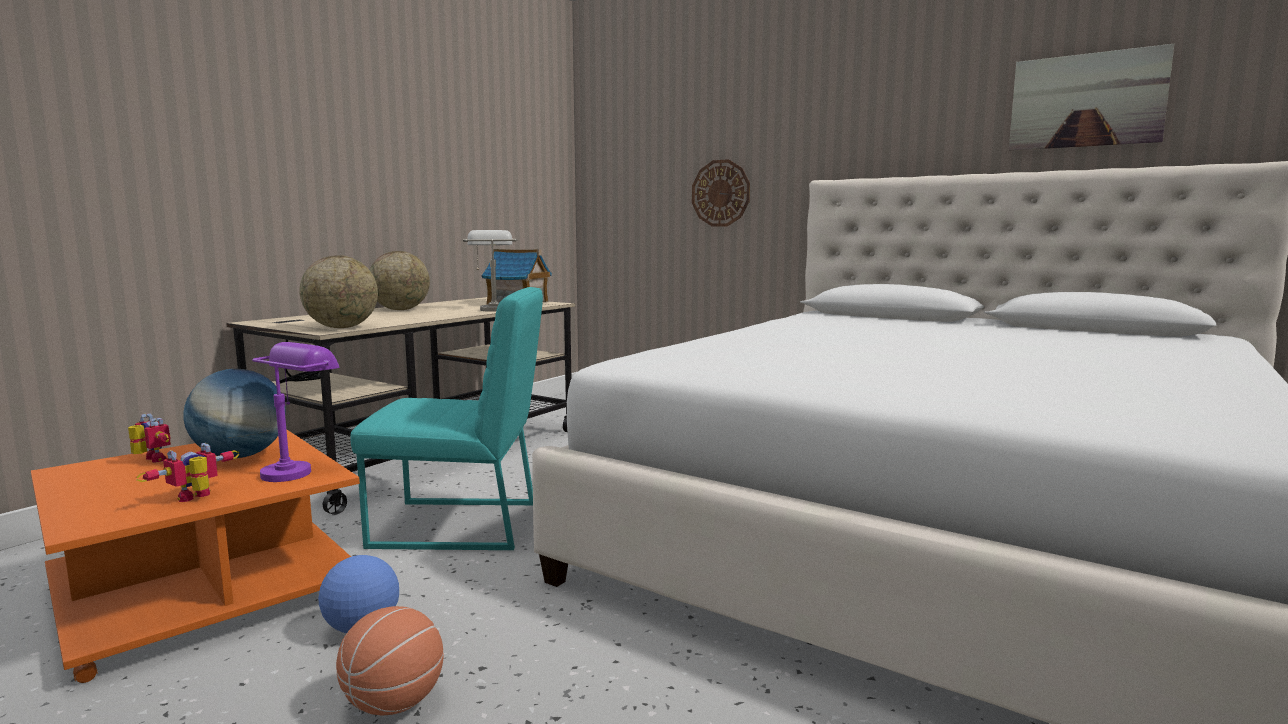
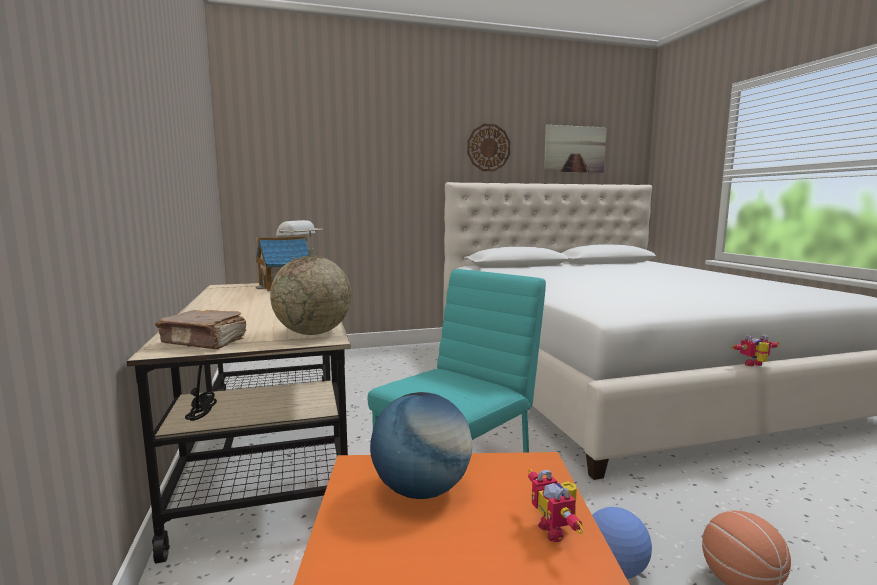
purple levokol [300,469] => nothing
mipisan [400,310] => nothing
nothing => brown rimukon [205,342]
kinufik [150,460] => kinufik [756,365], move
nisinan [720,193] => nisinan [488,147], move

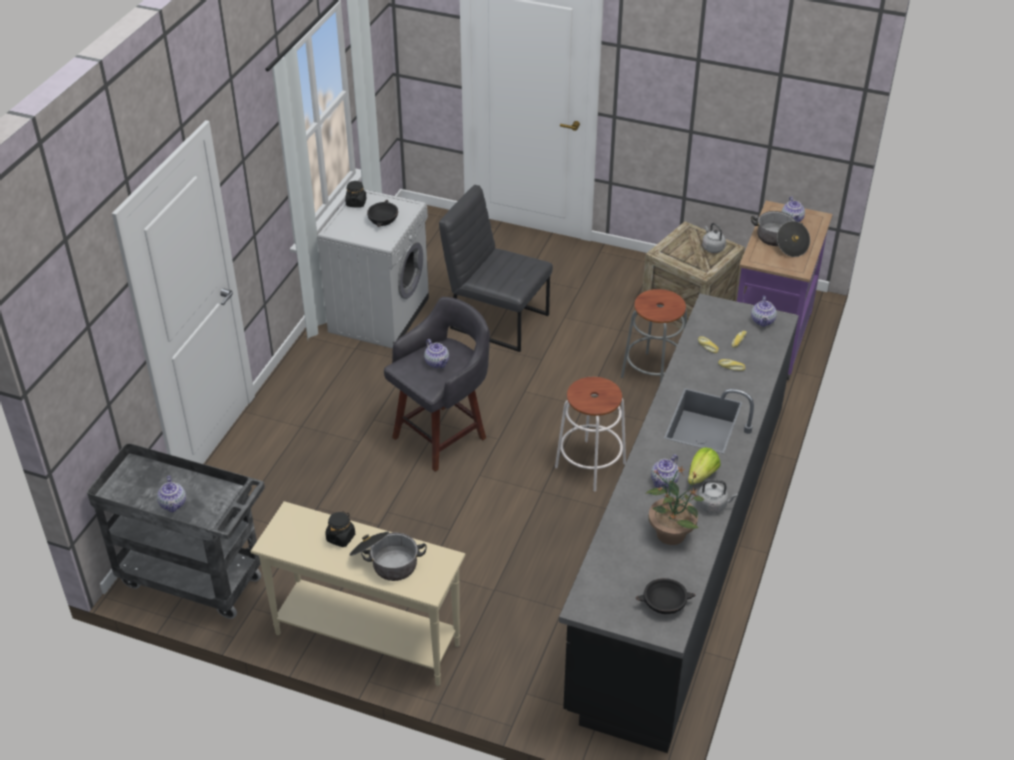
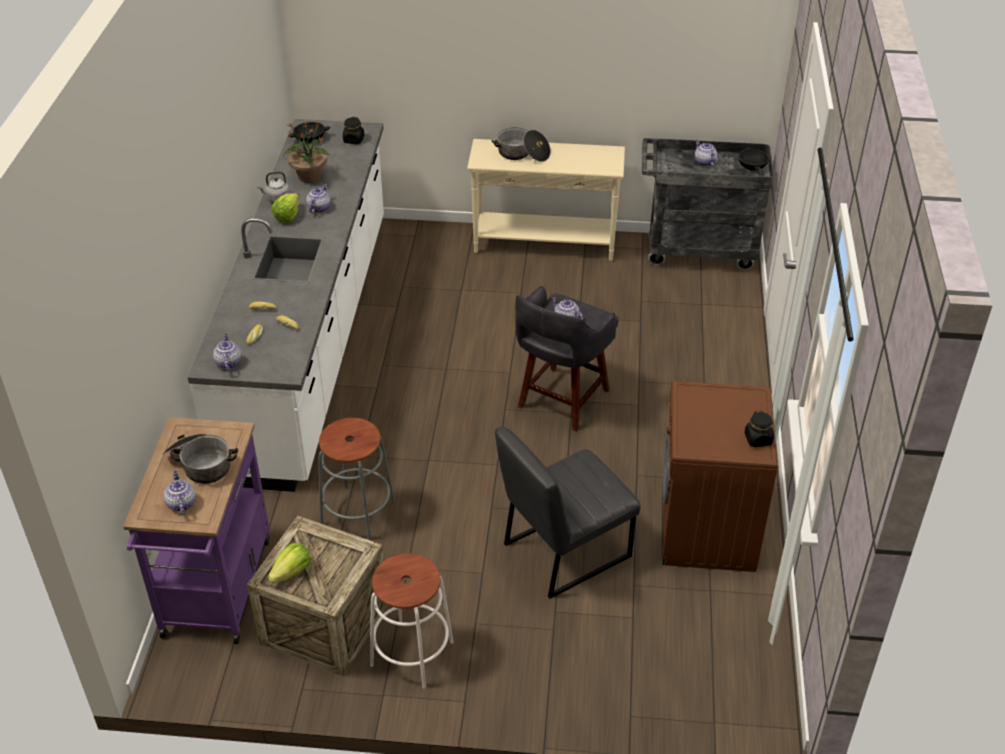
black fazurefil [341,537] => black fazurefil [354,140], move
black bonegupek [383,220] => black bonegupek [751,166], move
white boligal [590,465] => white boligal [412,653], move
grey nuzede [712,247] => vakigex [292,572]
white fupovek [381,316] => brown fupovek [704,528]
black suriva [679,553] => white suriva [311,341]
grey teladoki [497,320] => grey teladoki [563,551], 135 degrees clockwise

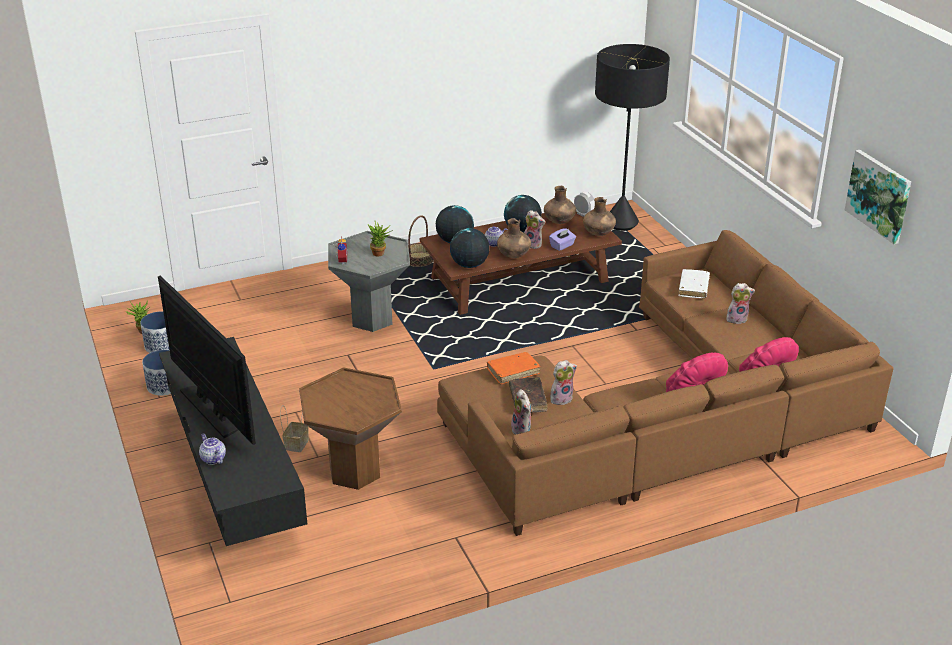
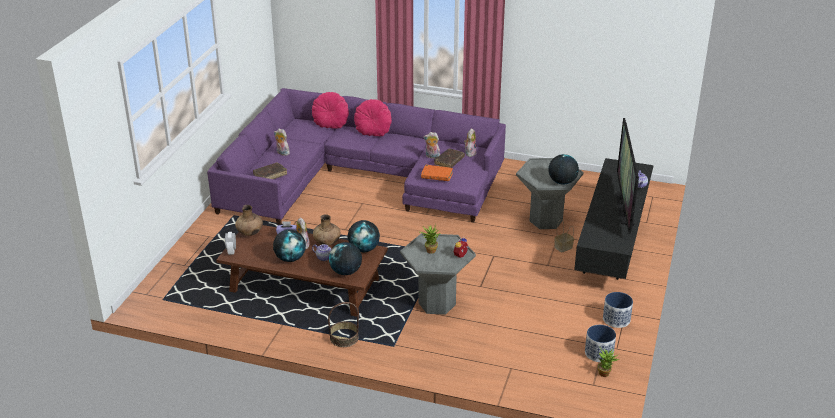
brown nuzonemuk [559,221] => nothing
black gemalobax [621,224] => nothing
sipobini [879,195] => nothing
nothing => mipisan [562,182]
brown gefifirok [355,472] => grey gefifirok [545,221]
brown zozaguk [669,416] => purple zozaguk [358,176]
white rimukon [693,288] => brown rimukon [270,175]

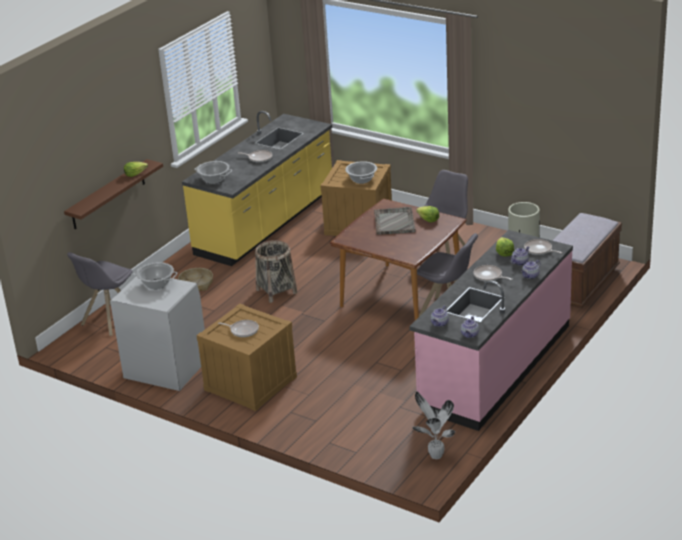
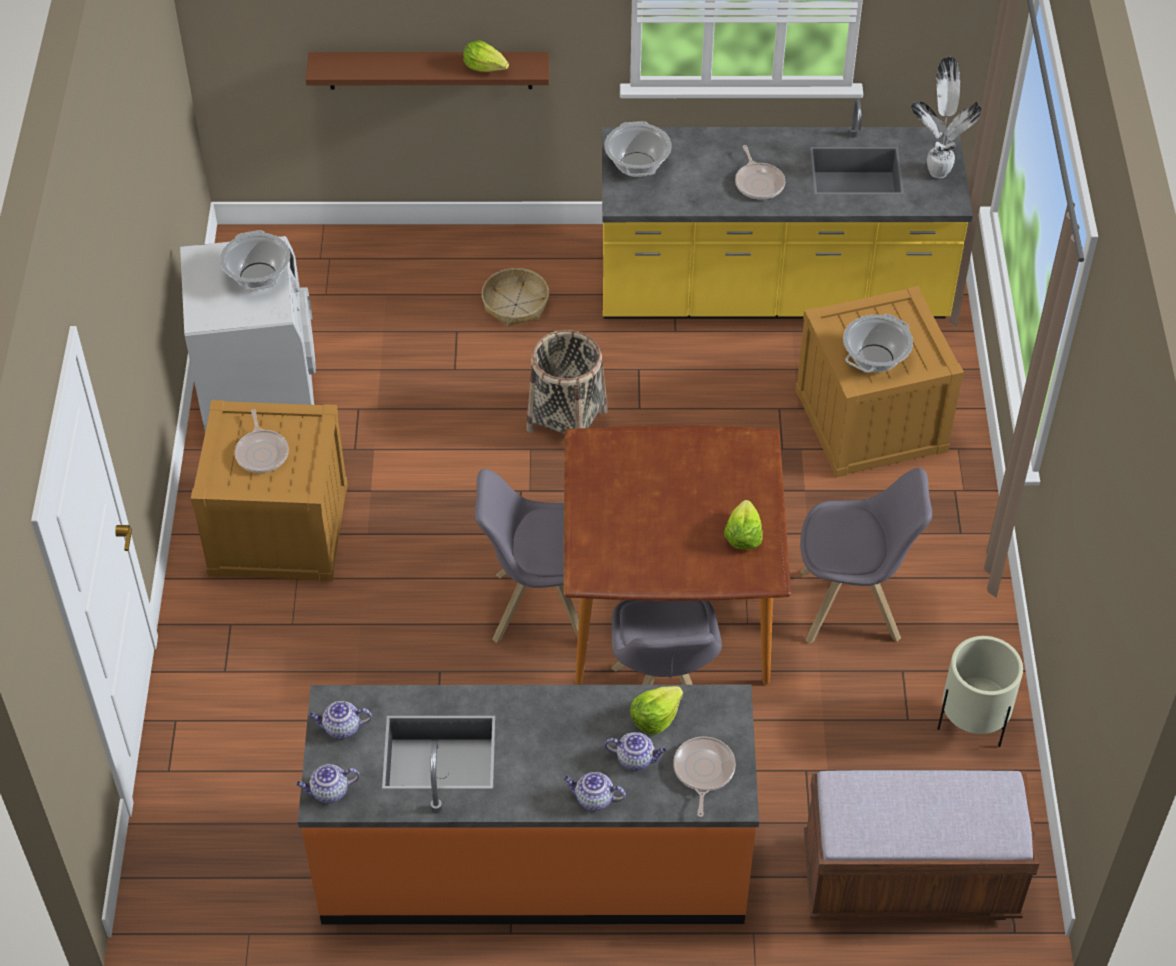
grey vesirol [394,222] => nothing
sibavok [489,276] => nothing
grey teladoki [110,320] => grey teladoki [540,607], move
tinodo [435,455] => tinodo [938,170], move
pink suriva [494,366] => orange suriva [533,858]

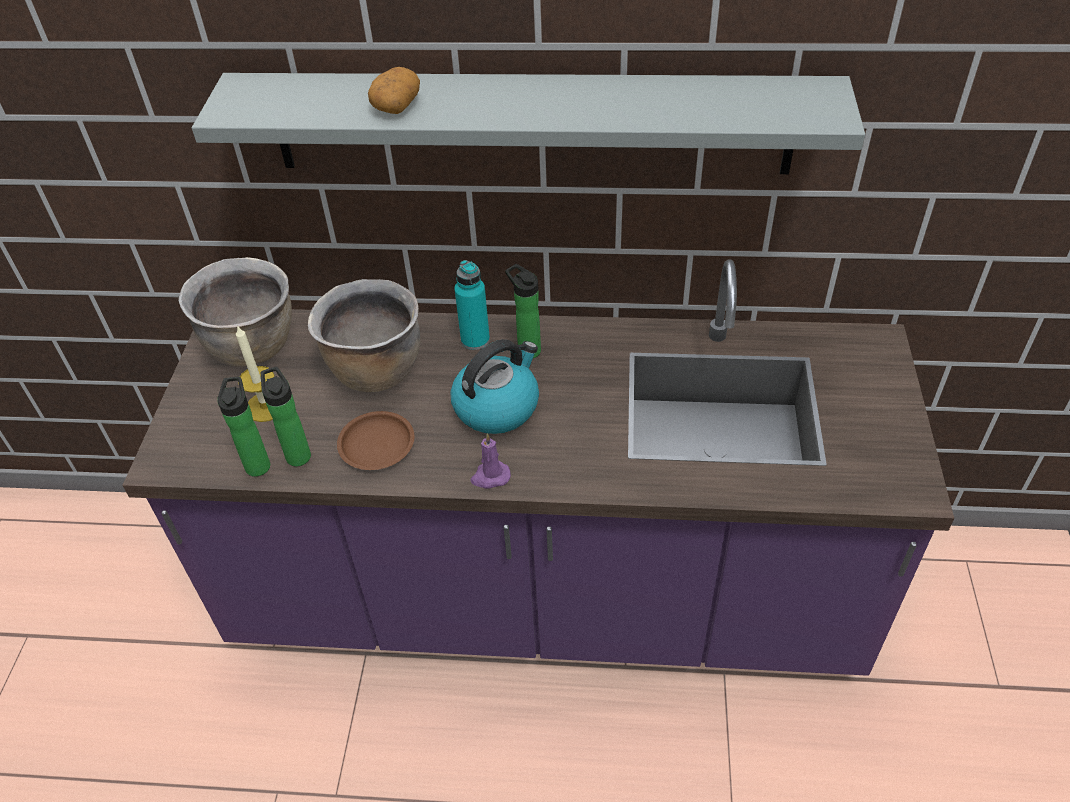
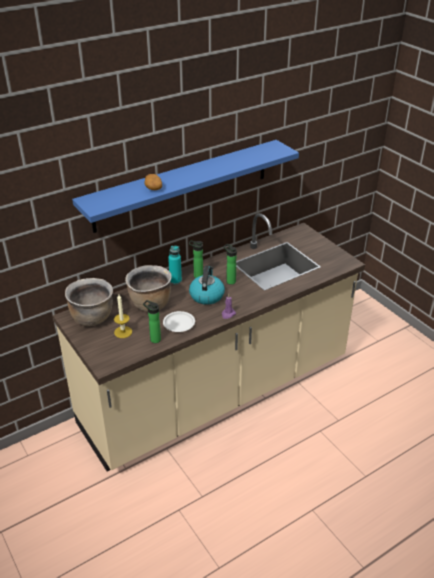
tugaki [258,463] => tugaki [230,281], move
purple suriva [545,598] => beige suriva [217,393]
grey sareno [530,123] => blue sareno [183,185]
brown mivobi [376,444] => white mivobi [178,324]

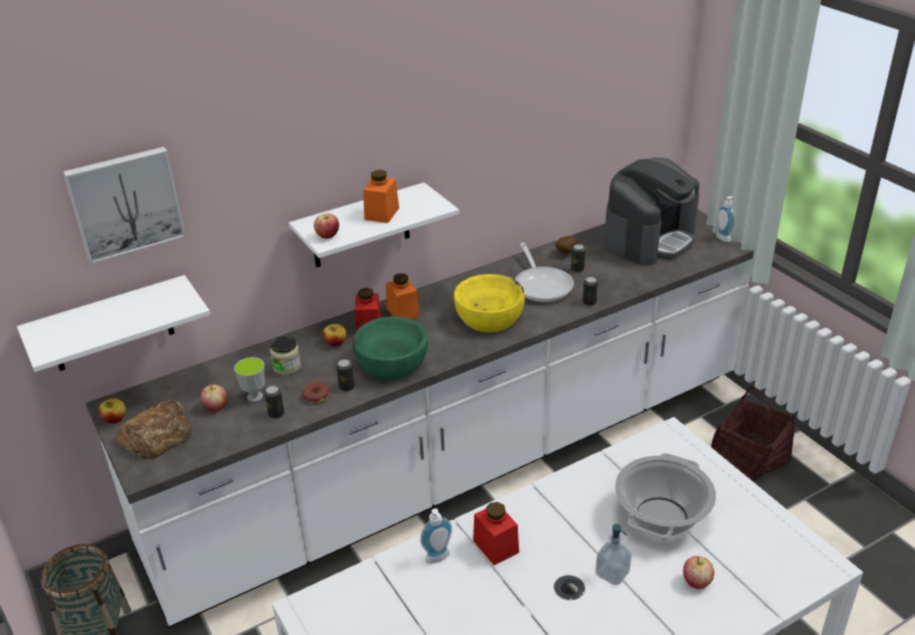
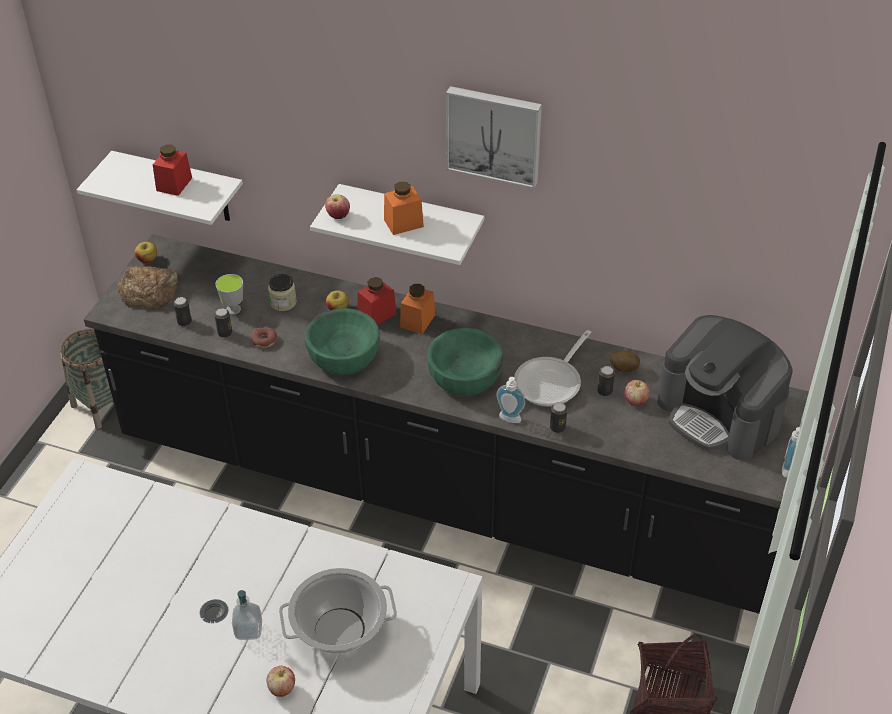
sipobini [125,203] => sipobini [494,135], move
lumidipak [216,407] => lumidipak [635,401], move
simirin [346,387] => simirin [184,322], move
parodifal [439,559] => parodifal [509,420], move
red fazurefil [496,546] => red fazurefil [174,184], move
white suriva [462,465] => black suriva [447,493]
yellow bonegupek [489,317] => green bonegupek [465,376]
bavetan [649,239] => bavetan [719,414], 45 degrees clockwise

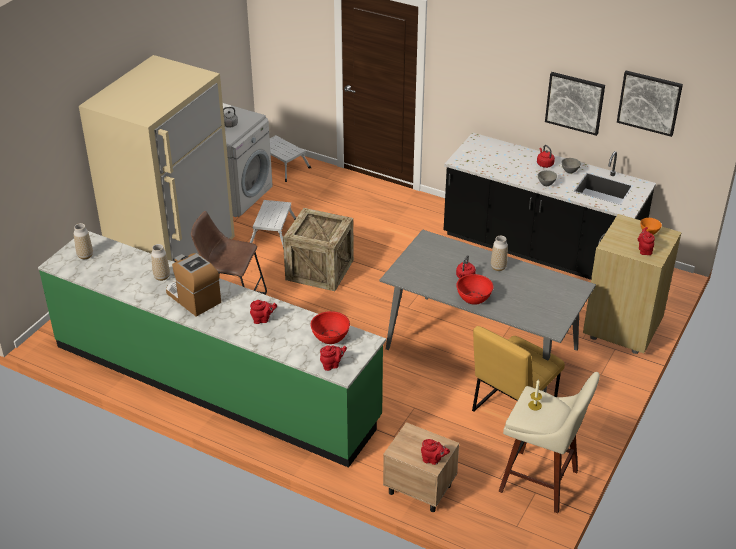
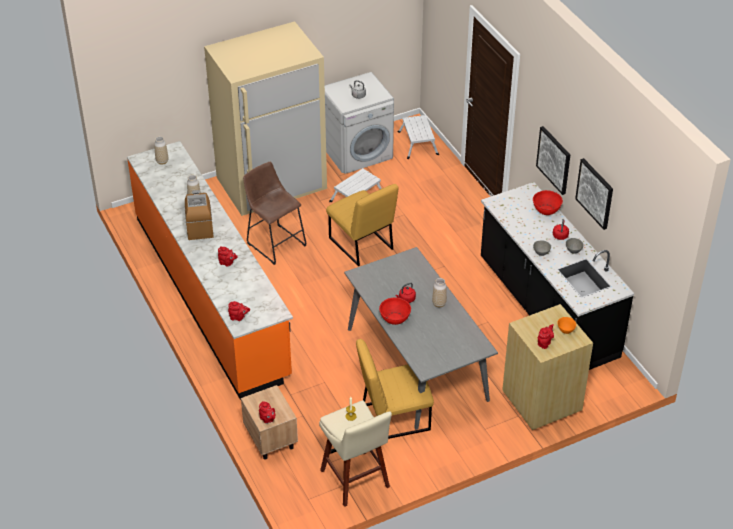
red bonegupek [330,337] => red bonegupek [546,210], move
sipobini [649,102] => sipobini [554,160], move
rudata [319,270] => yellow teladoki [361,244]
green suriva [214,382] => orange suriva [211,295]

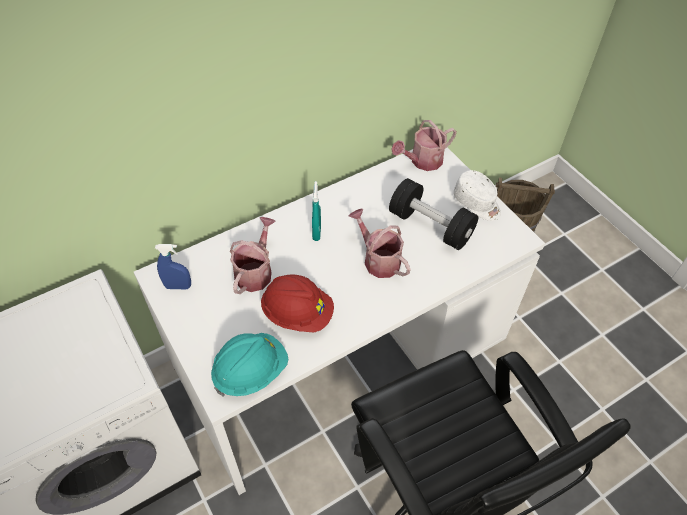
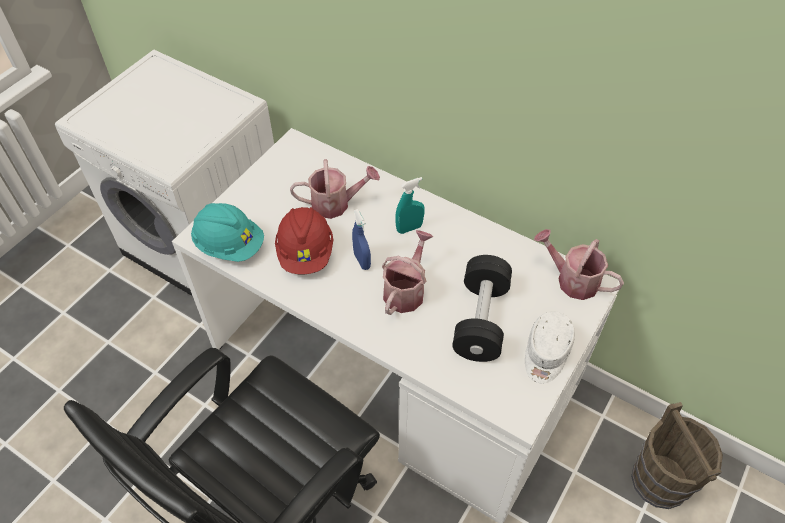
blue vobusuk [178,286] => blue vobusuk [362,261], move

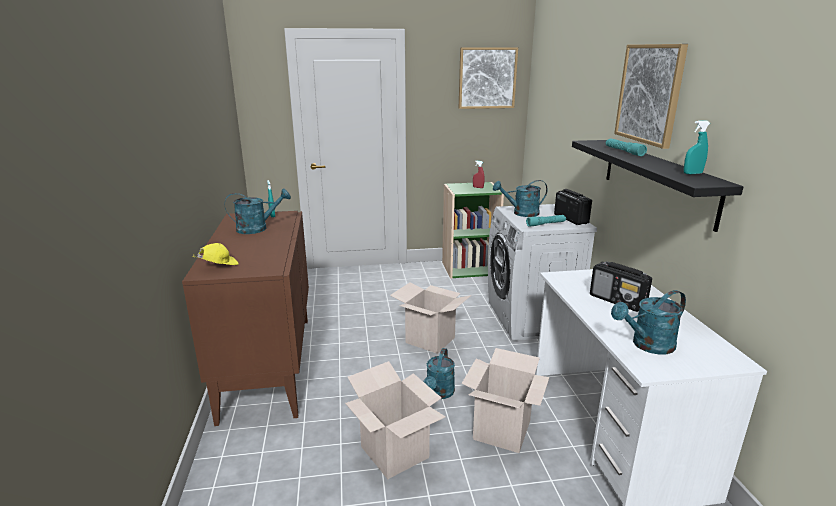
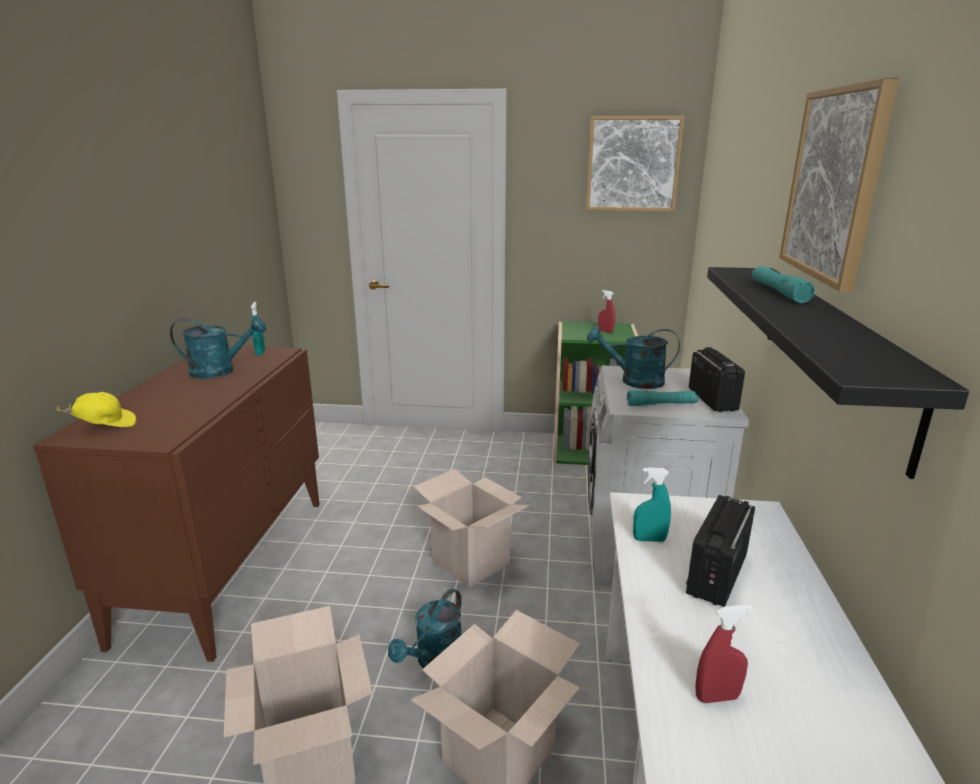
turquoise vobusuk [692,173] => turquoise vobusuk [649,539], move
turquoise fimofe [647,345] => red vobusuk [717,697]
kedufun [618,301] => kedufun [716,575], 60 degrees clockwise

